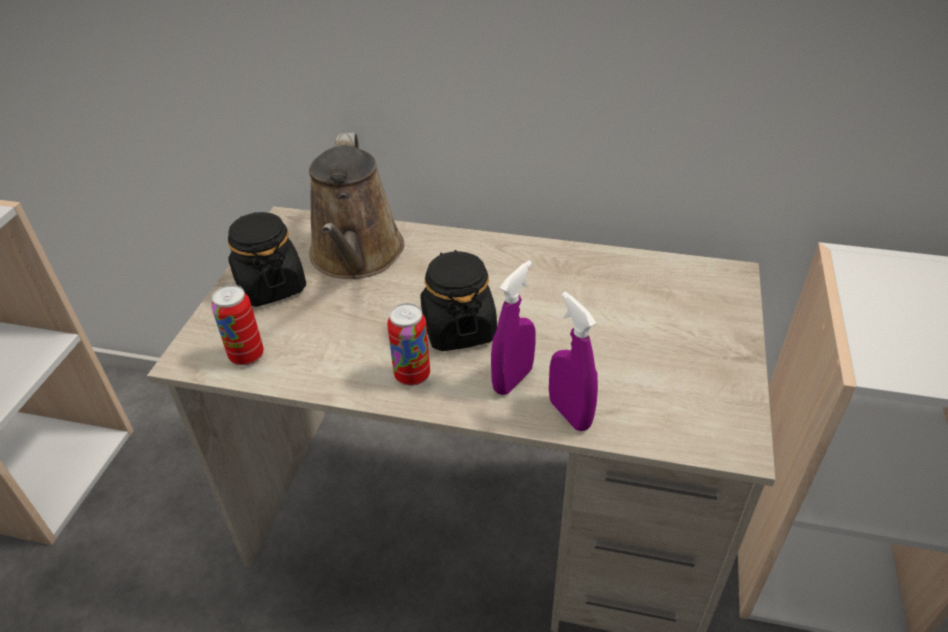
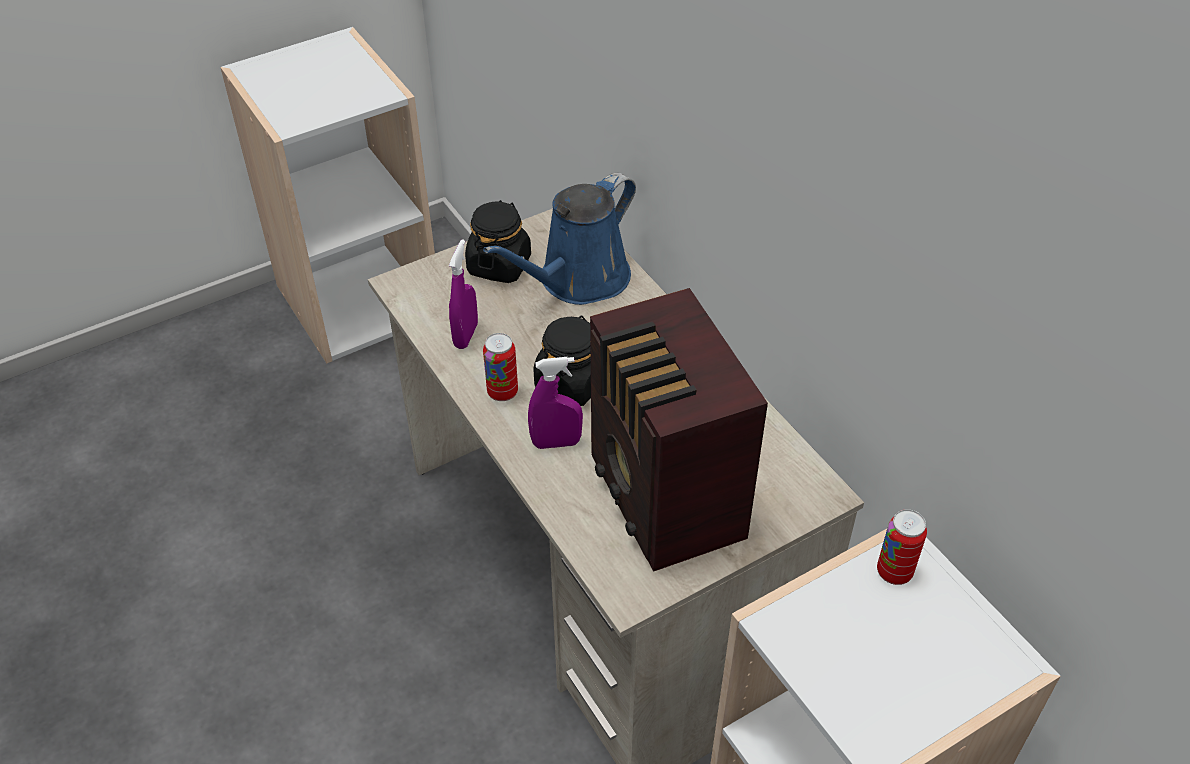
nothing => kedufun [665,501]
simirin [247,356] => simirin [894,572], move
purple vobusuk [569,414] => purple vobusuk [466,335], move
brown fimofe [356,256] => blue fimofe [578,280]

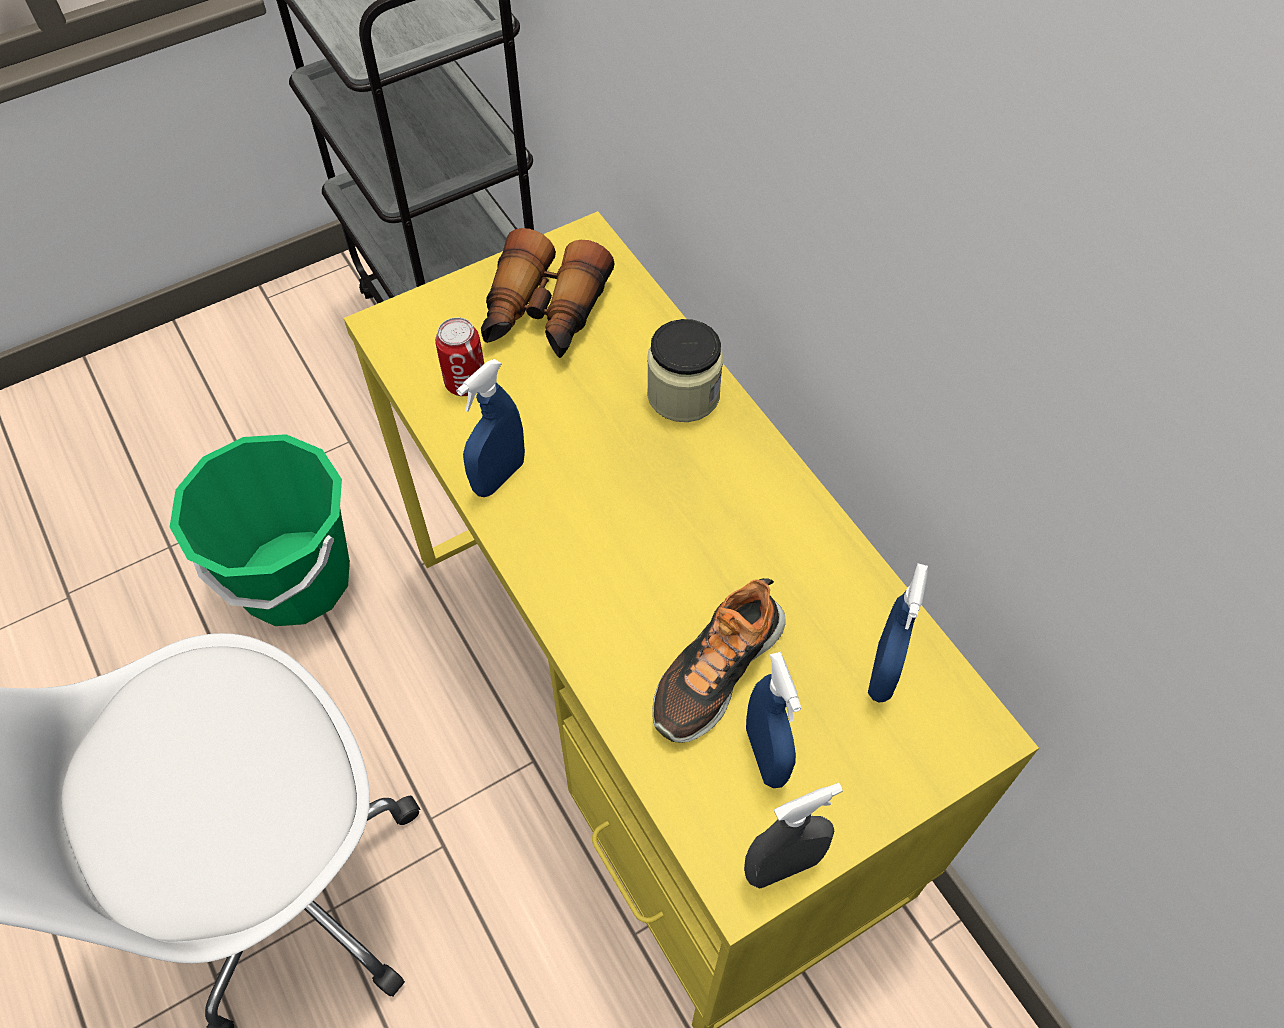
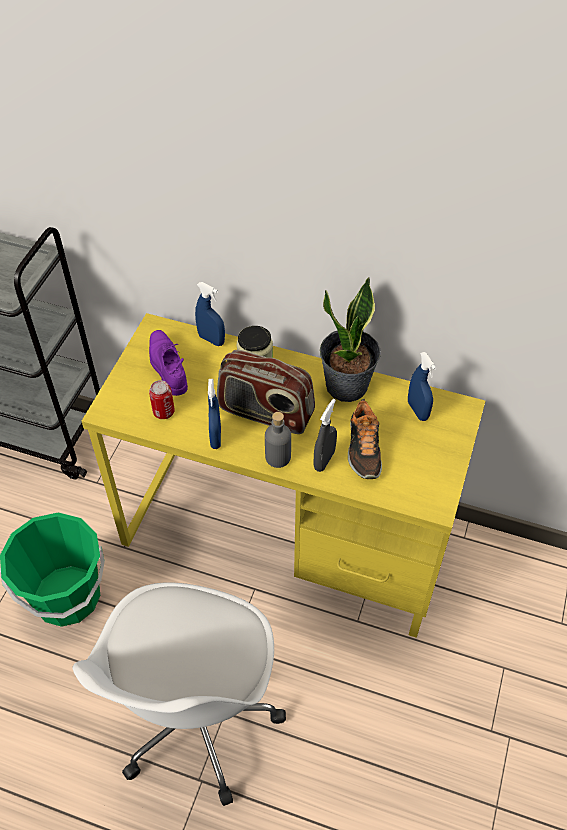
nothing => kedufun [265,413]
nothing => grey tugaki [278,457]
nothing => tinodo [347,386]
grey vobusuk [782,866] => grey vobusuk [324,460], move
blue vobusuk [765,755] => blue vobusuk [211,339], move
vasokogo [543,314] => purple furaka [167,367]

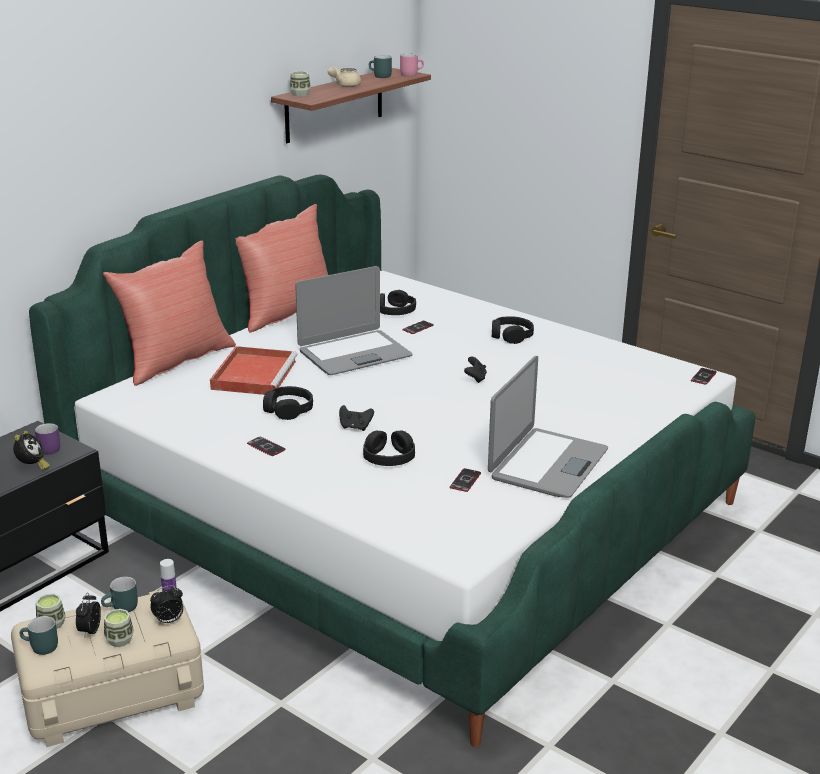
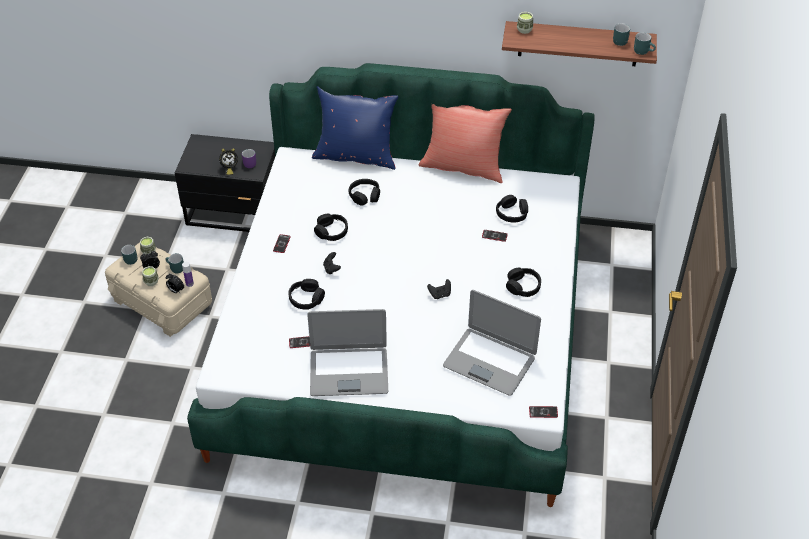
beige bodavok [344,85] => nothing
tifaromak [354,354] => tifaromak [489,361], move
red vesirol [254,374] => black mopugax [364,196]
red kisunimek [175,360] => blue kisunimek [356,156]
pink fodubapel [411,74] => turquoise fodubapel [643,51]

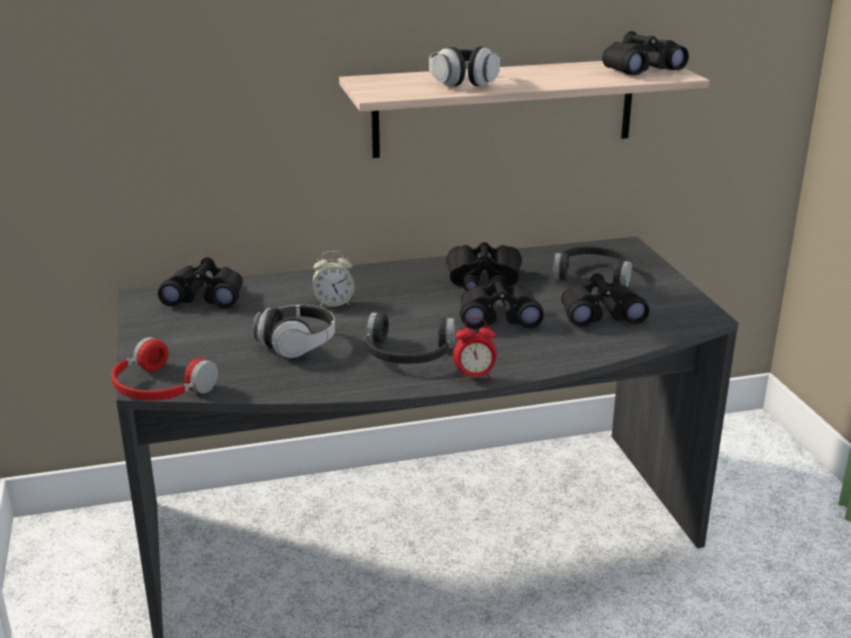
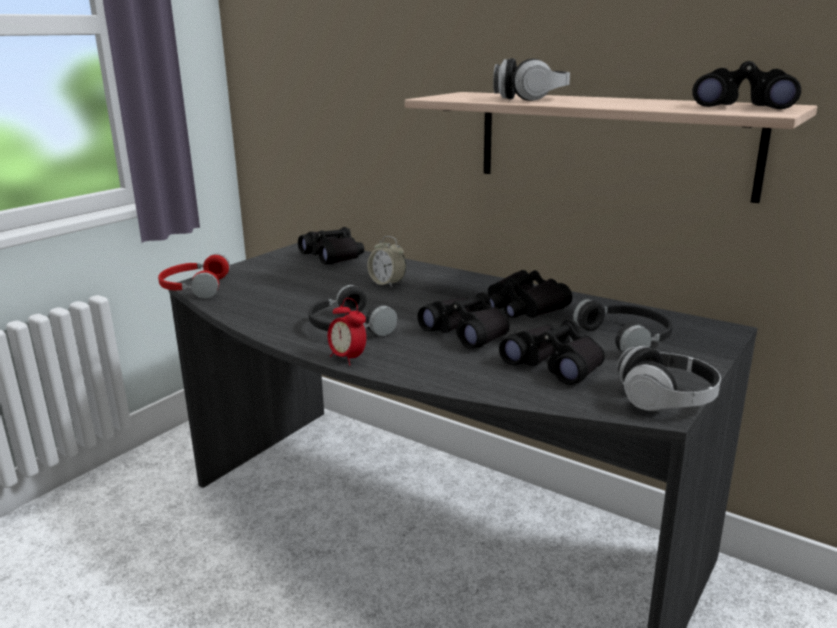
mopugax [297,344] => mopugax [665,400], move

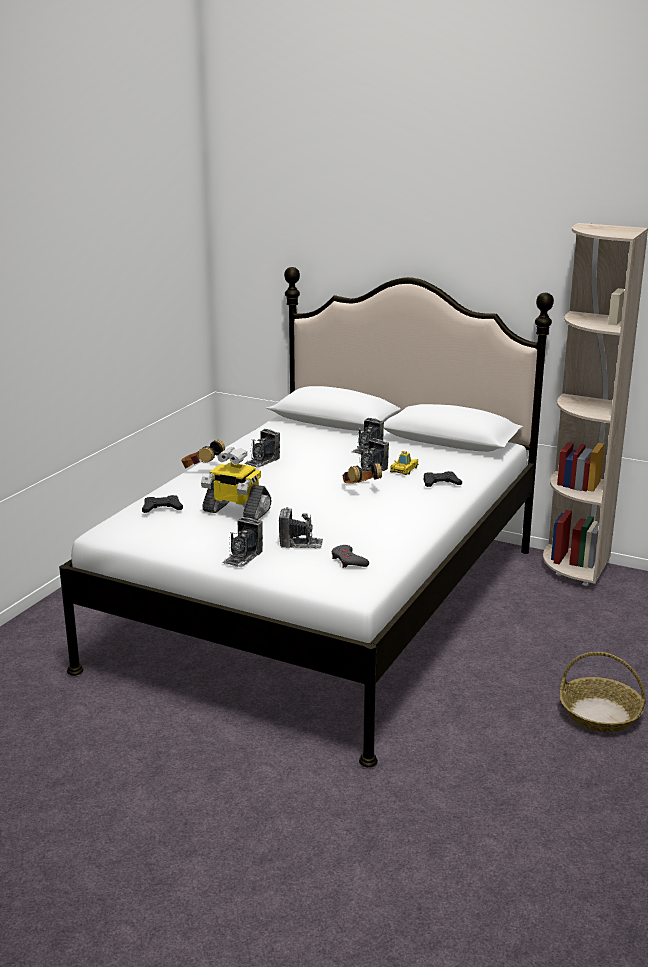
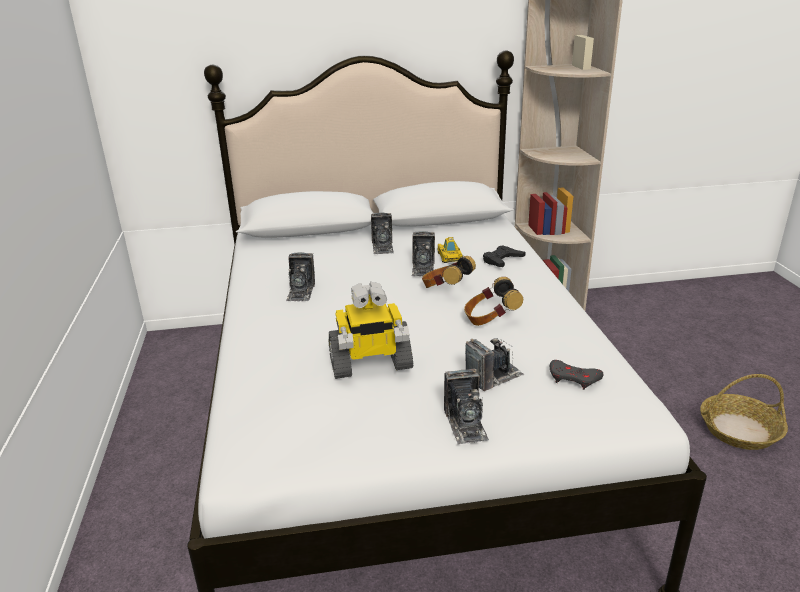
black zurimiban [162,508] => nothing
mopugax [201,469] => mopugax [490,320], move

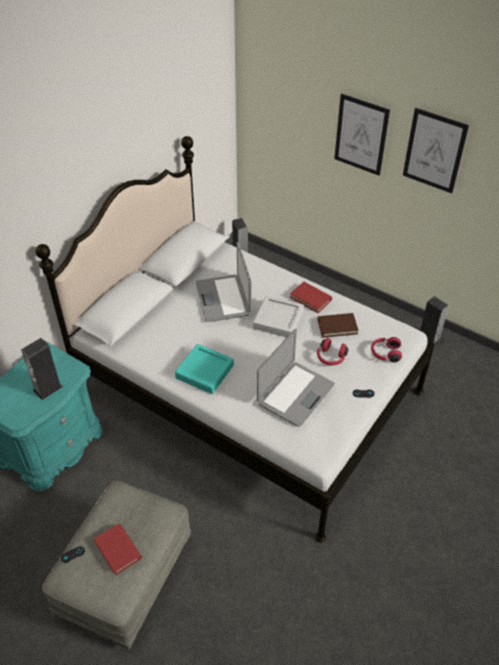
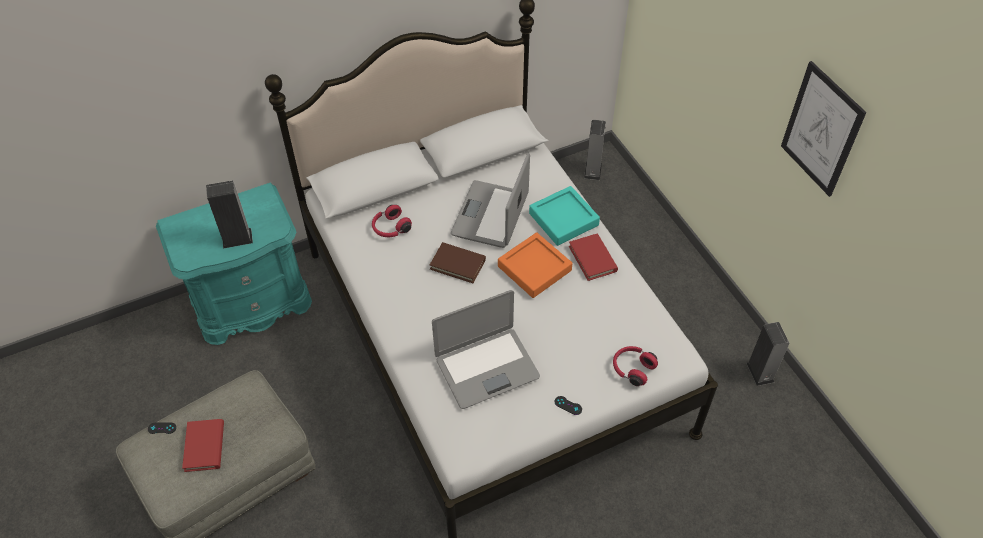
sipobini [361,135] => nothing
turquoise vesirol [204,372] => turquoise vesirol [563,219], move
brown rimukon [337,326] => brown rimukon [458,264], move
red mopugax [330,357] => red mopugax [390,228], move
grey vesirol [278,320] => orange vesirol [534,268]

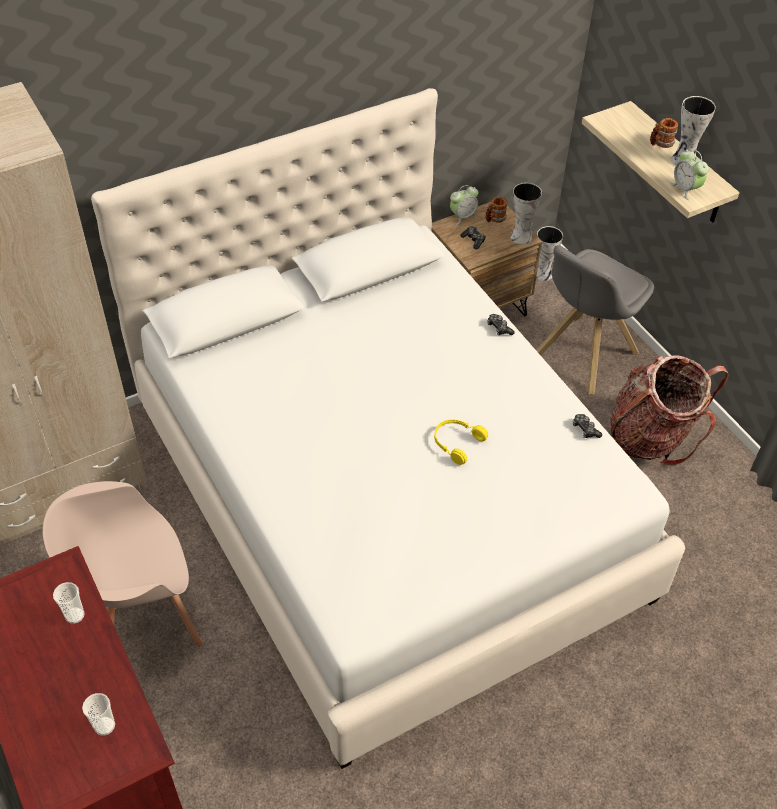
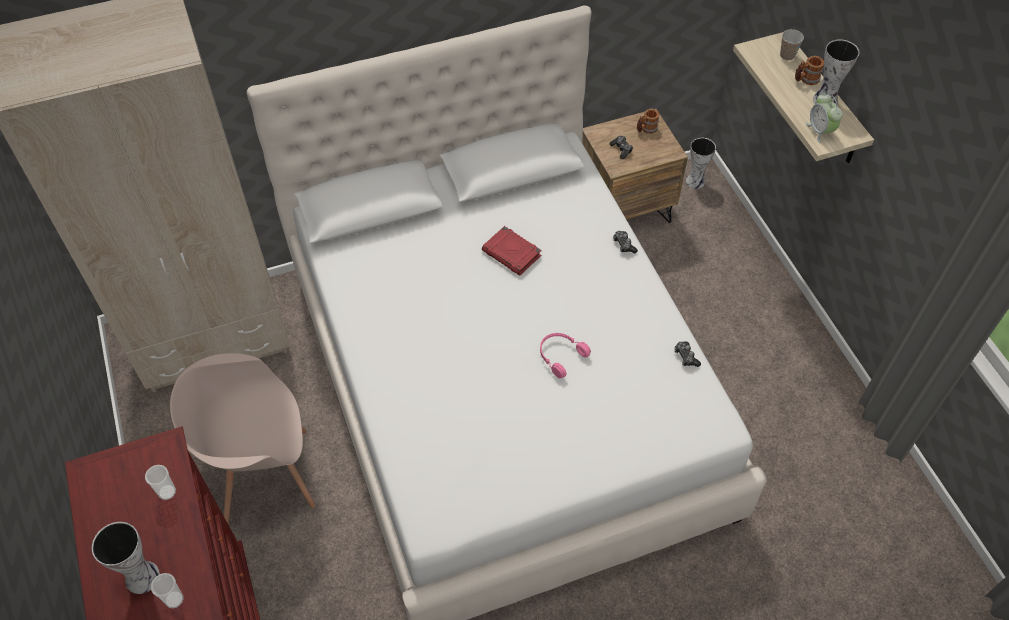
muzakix [463,217] => nothing
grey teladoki [583,355] => nothing
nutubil [652,436] => nothing
nothing => red rimukon [512,254]
nothing => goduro [787,55]
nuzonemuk [520,236] => nuzonemuk [141,576], move
yellow mopugax [456,443] => pink mopugax [560,356]

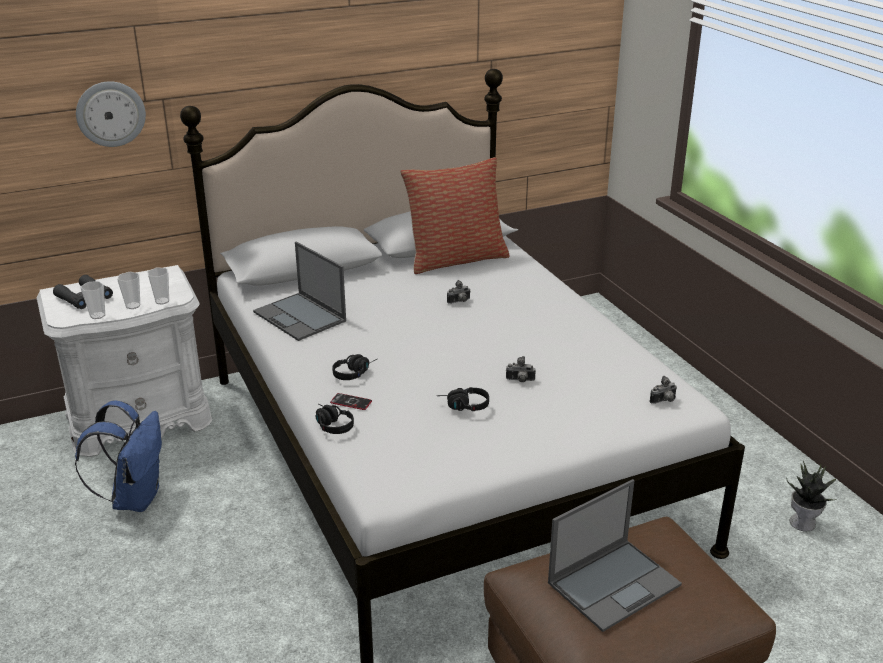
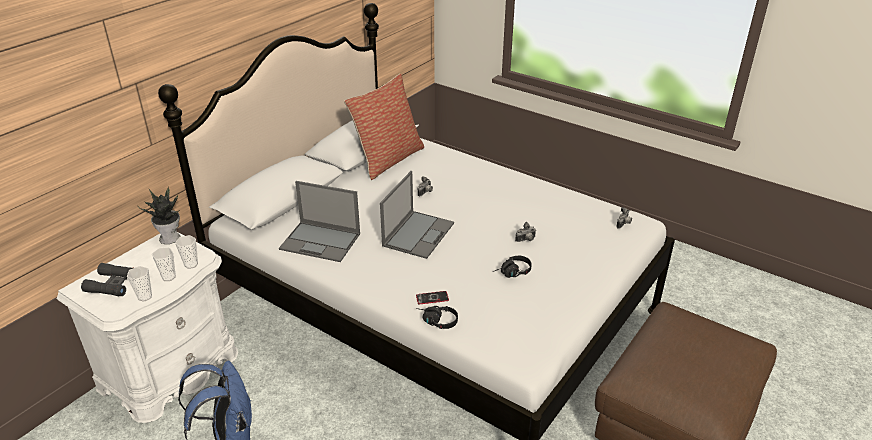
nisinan [110,113] => nothing
black mopugax [355,372] => nothing
tifaromak [614,583] => tifaromak [418,234], move
tinodo [803,523] => tinodo [170,238], move

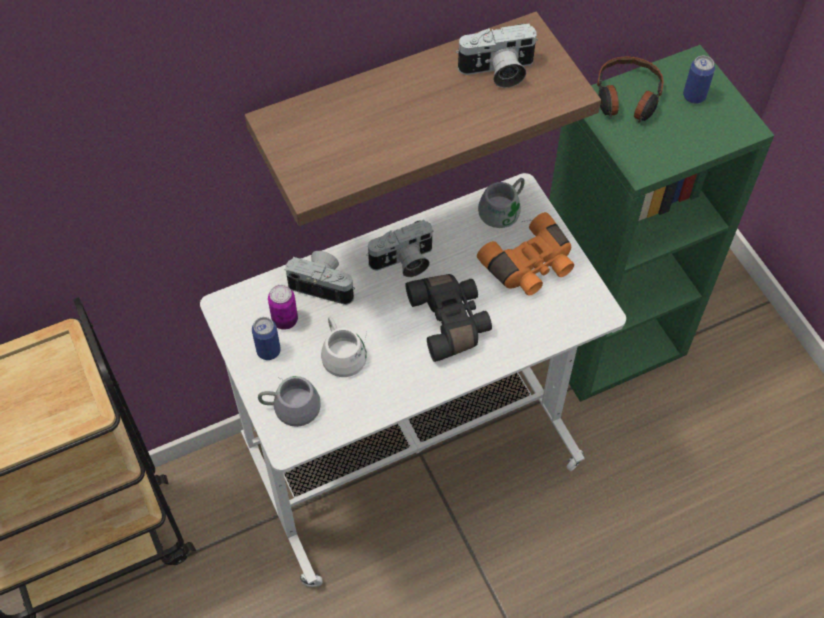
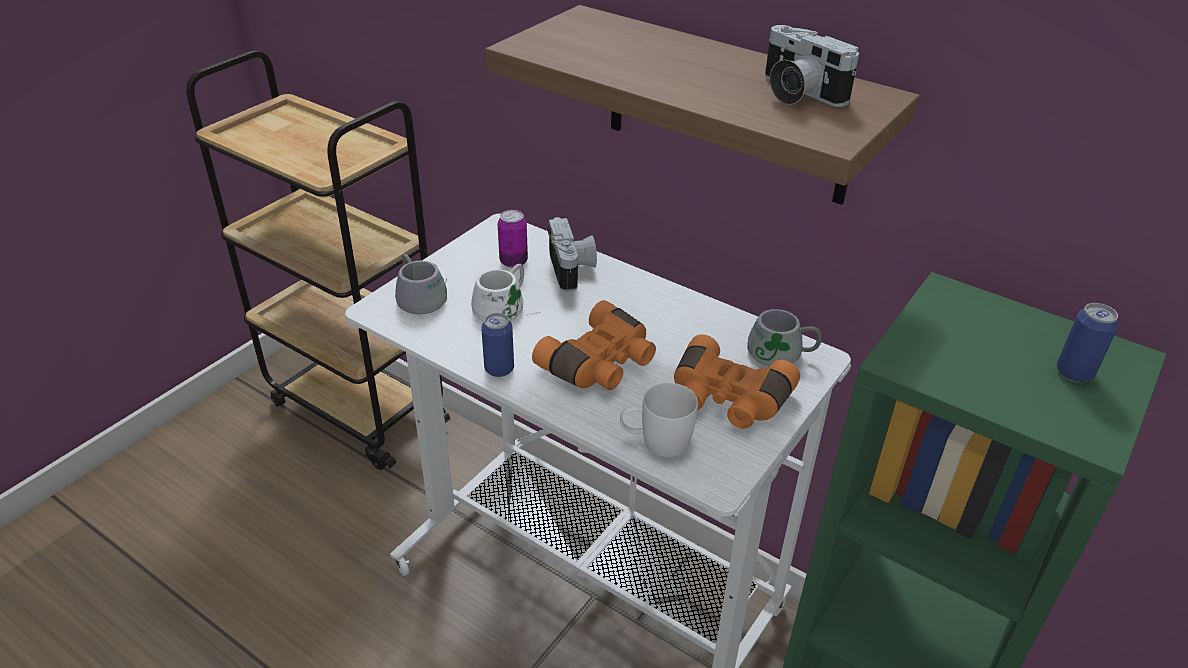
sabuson [404,262] => nothing
mopugax [627,98] => nothing
nothing => white fodubapel [656,441]
simirin [268,351] => simirin [499,369], move
black vasokogo [451,321] => orange vasokogo [601,364]

